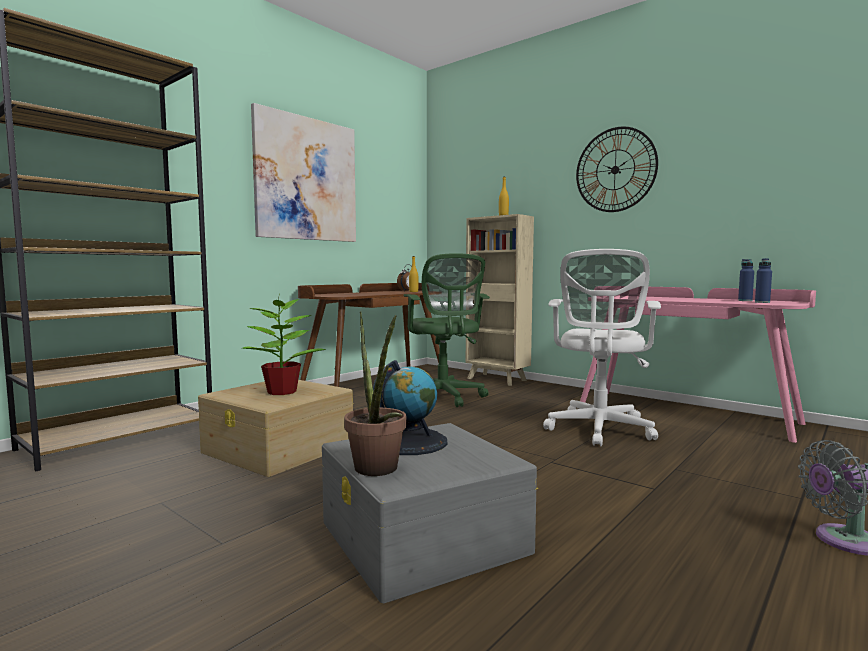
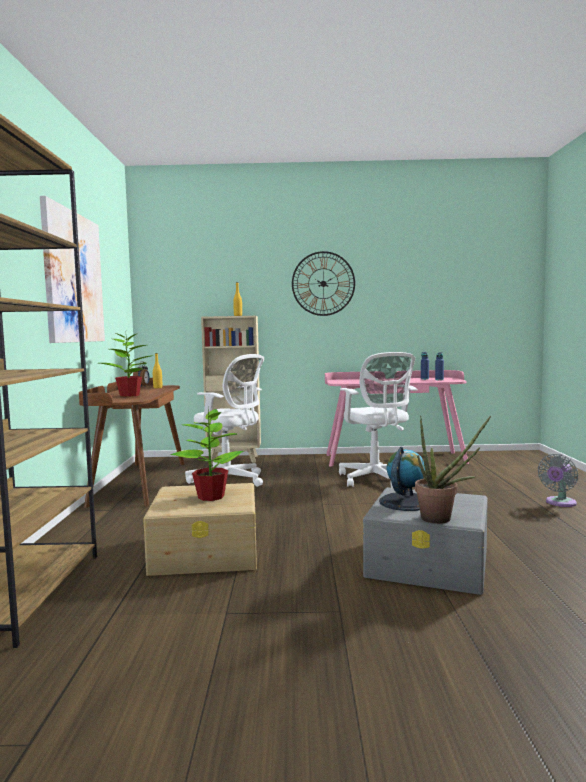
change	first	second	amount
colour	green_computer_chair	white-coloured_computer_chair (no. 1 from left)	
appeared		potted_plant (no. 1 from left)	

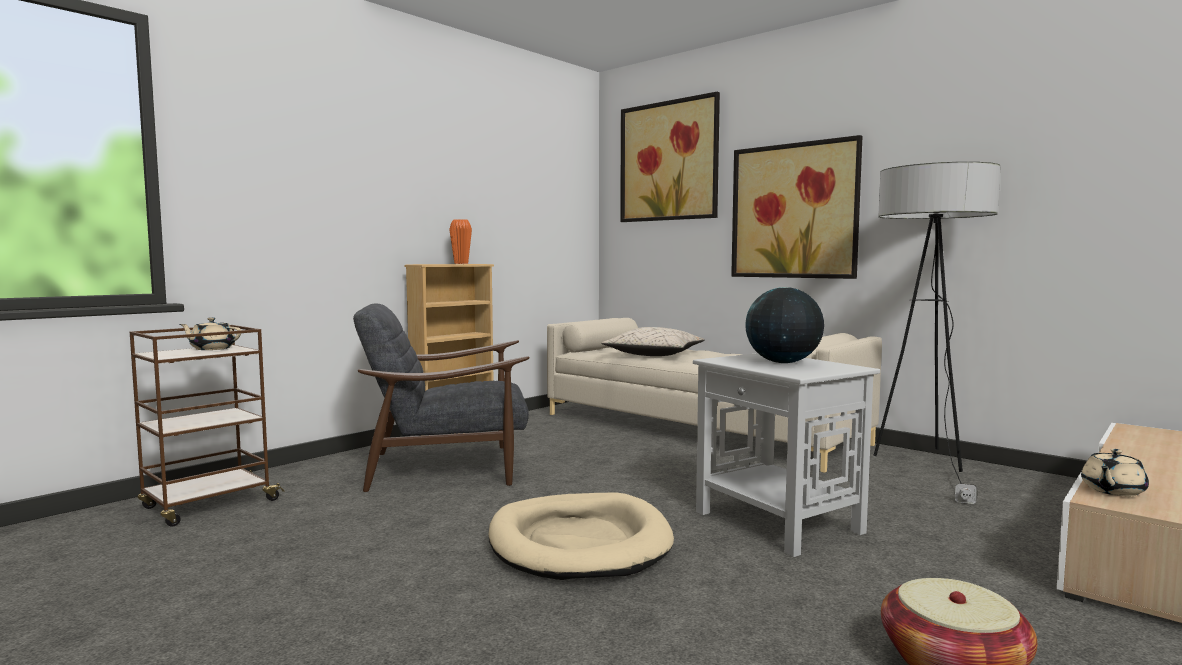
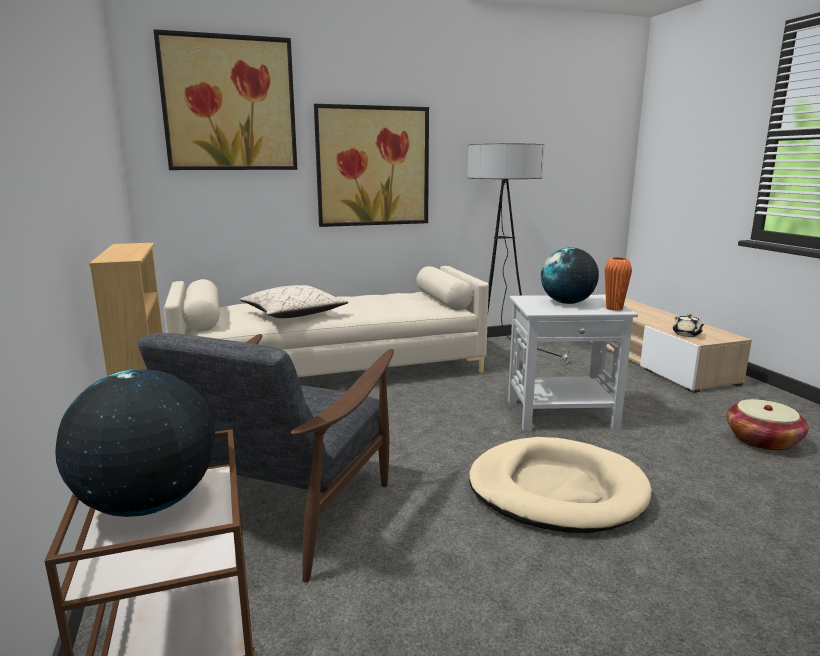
change	first	second	amount
relocated	orange_vase		
exchanged	beige_tea_pot (no. 1 from left)	globe (no. 1 from left)	

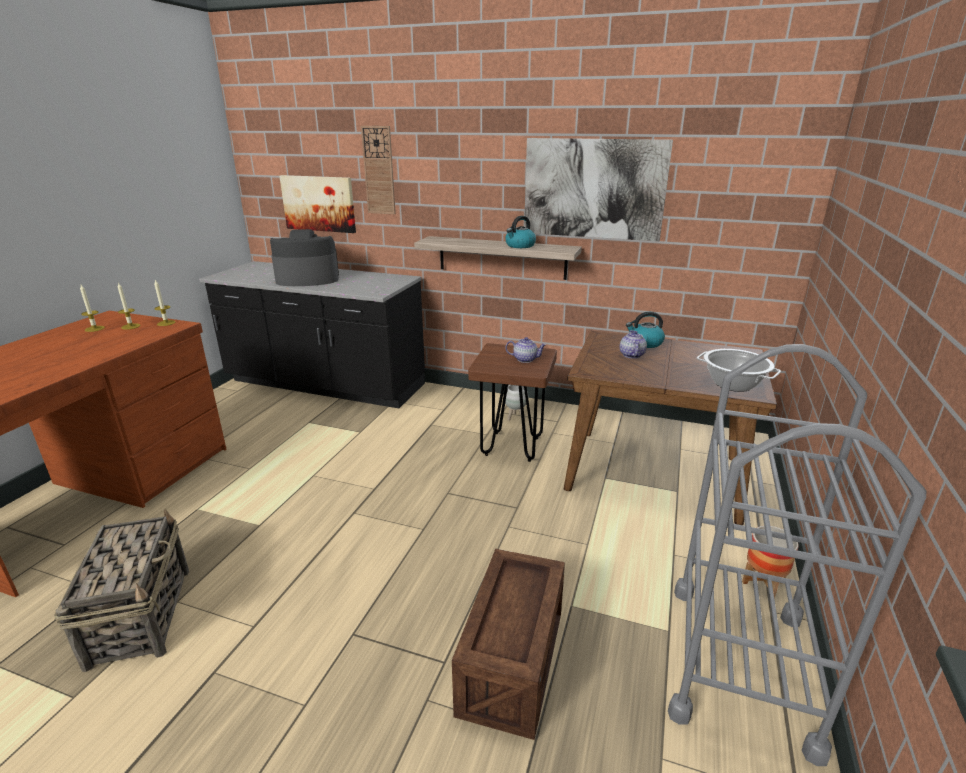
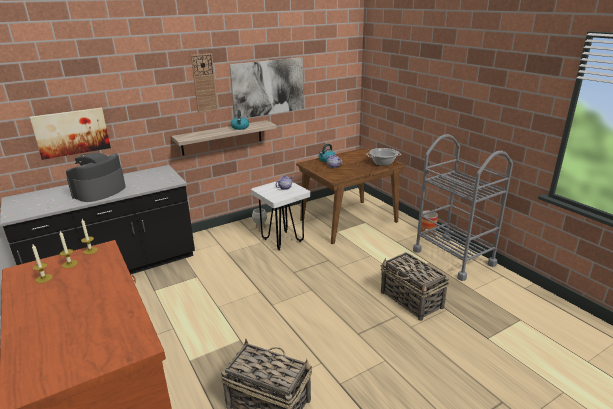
change	first	second	amount
relocated	clock_on_the_wall		
colour	brownish_stool	white-coloured_stool	
exchanged	crate	storage_basket (no. 2 from left)	

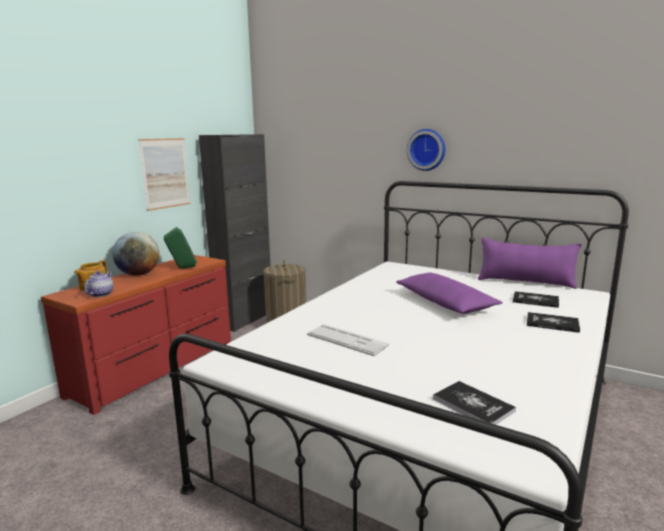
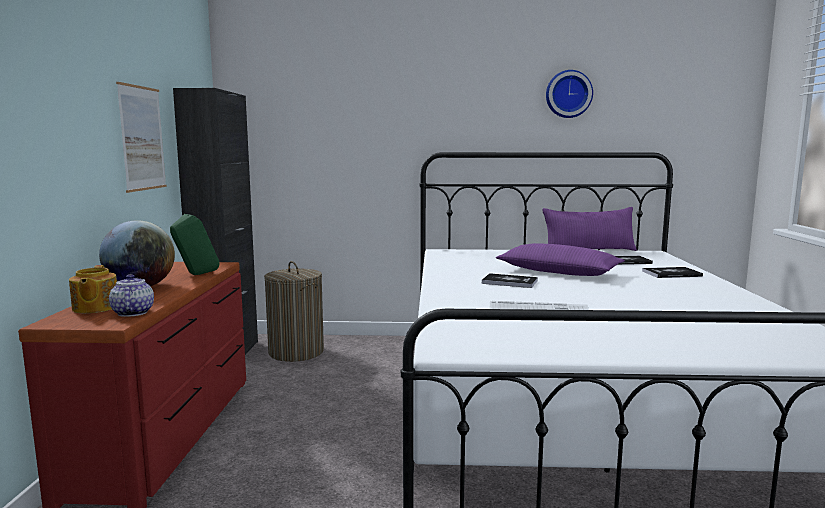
change	first	second	amount
relocated	clock_on_the_wall		
relocated	bound_book (no. 1 from left)		

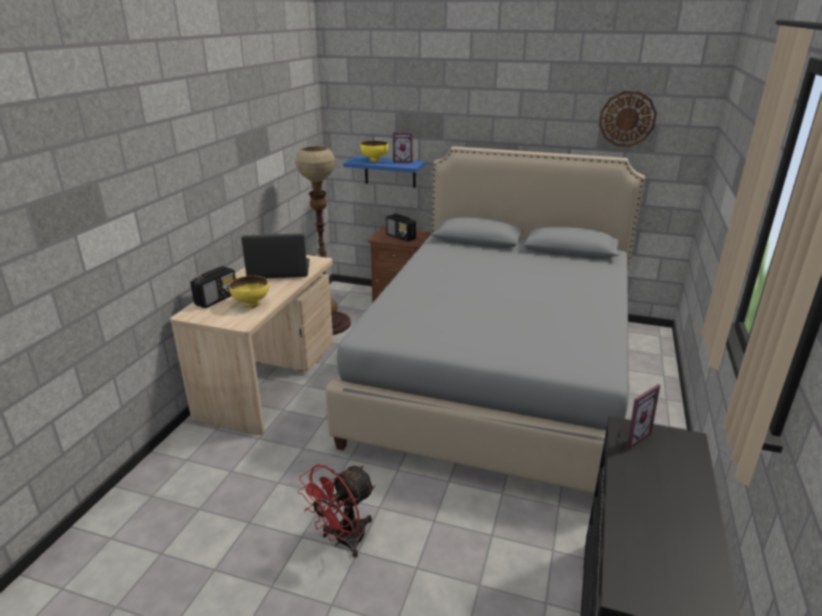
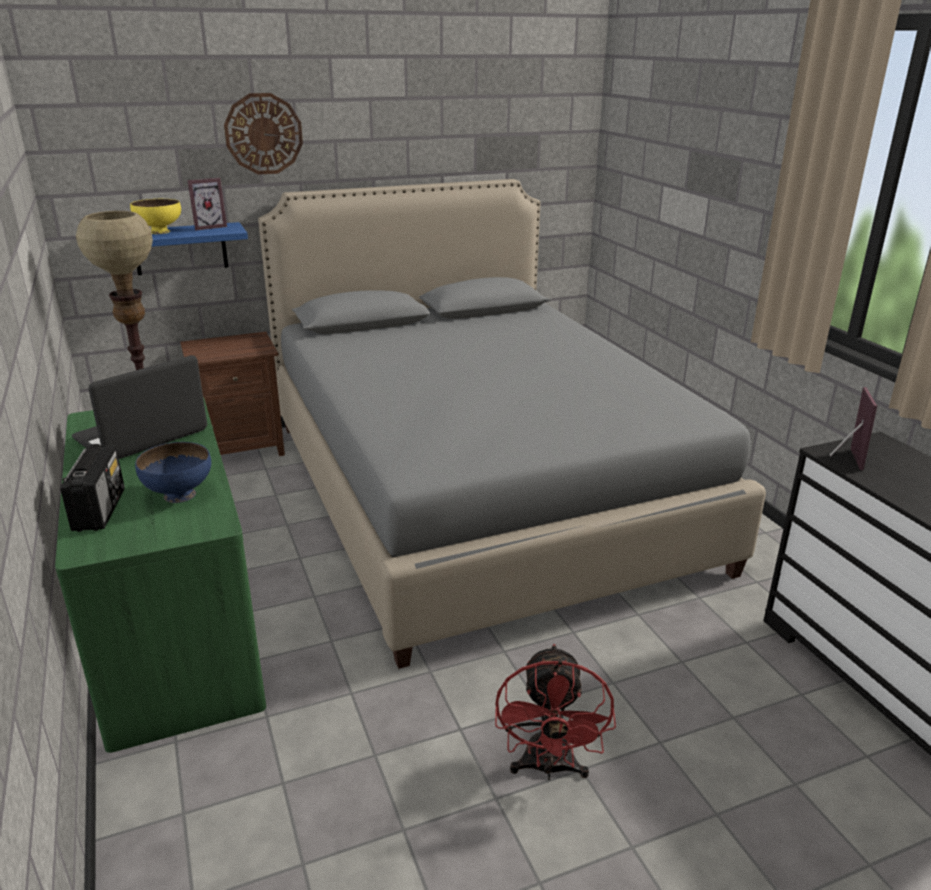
change	first	second	amount
relocated	clock_on_the_wall		
missing	radio_set (no. 2 from left)		
colour	beige_desk	green_desk	
colour	yellowish_deep_dish (no. 1 from left)	bluish_deep_dish	

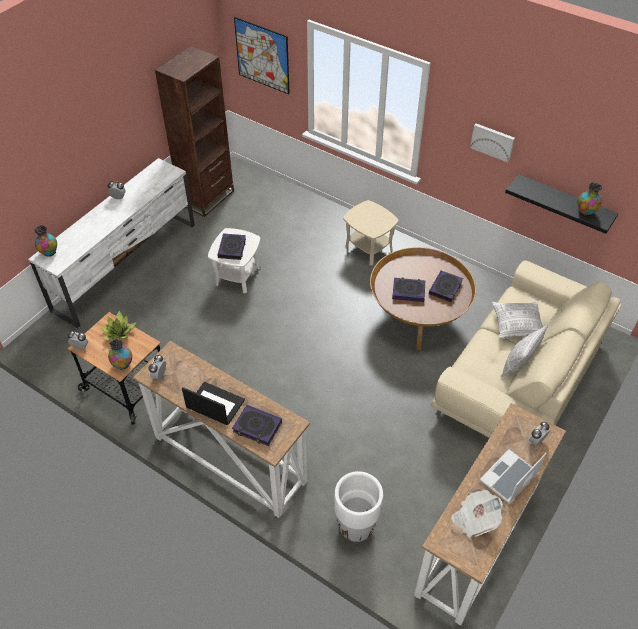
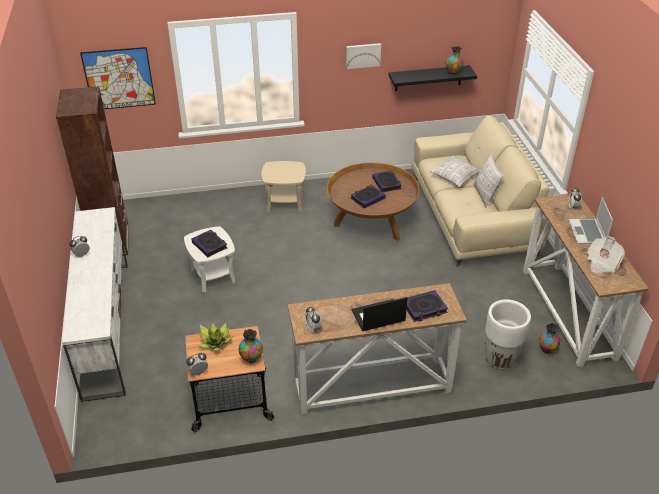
change	first	second	amount
relocated	vase (no. 1 from left in the first image)	vase (no. 3 from left)	

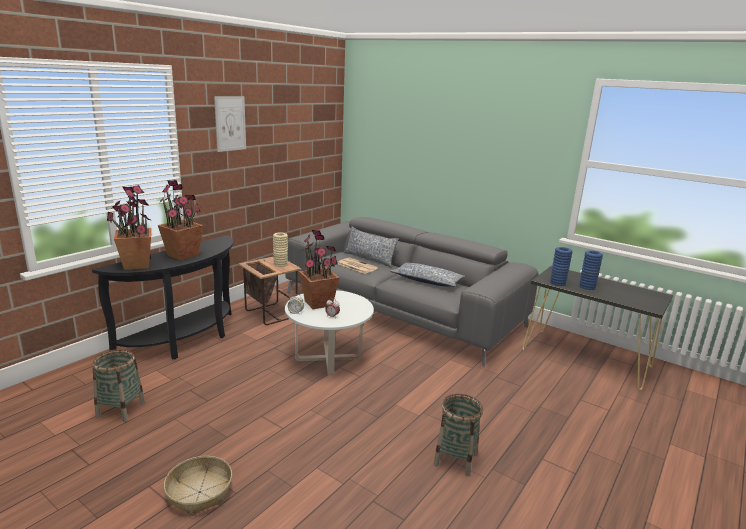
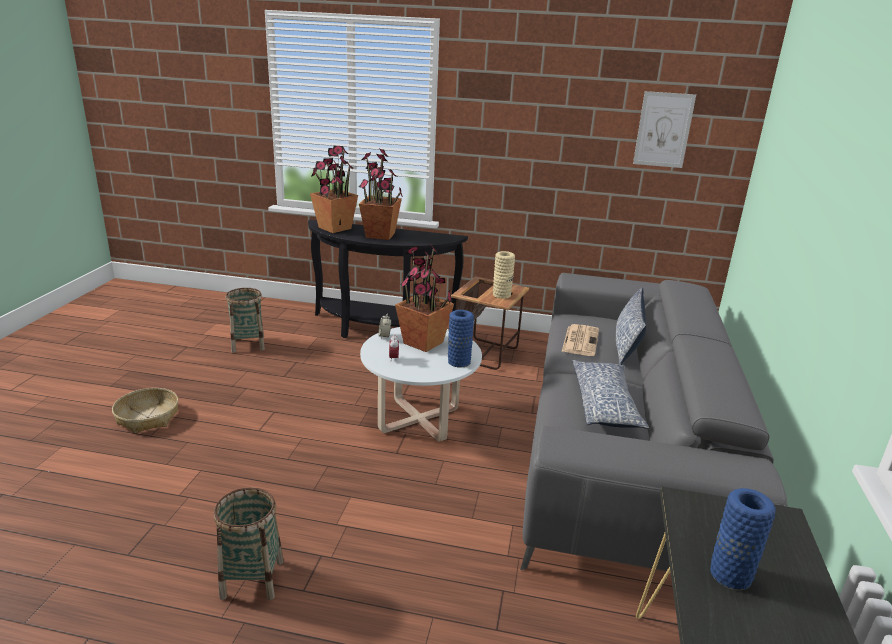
change	first	second	amount
relocated	wall_picture		
relocated	bluish_vase (no. 1 from left)		

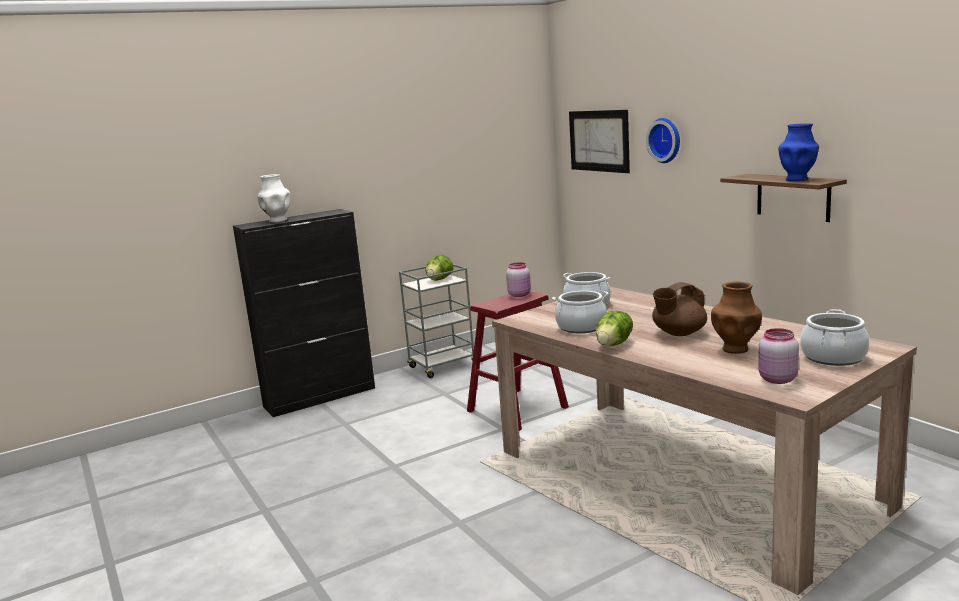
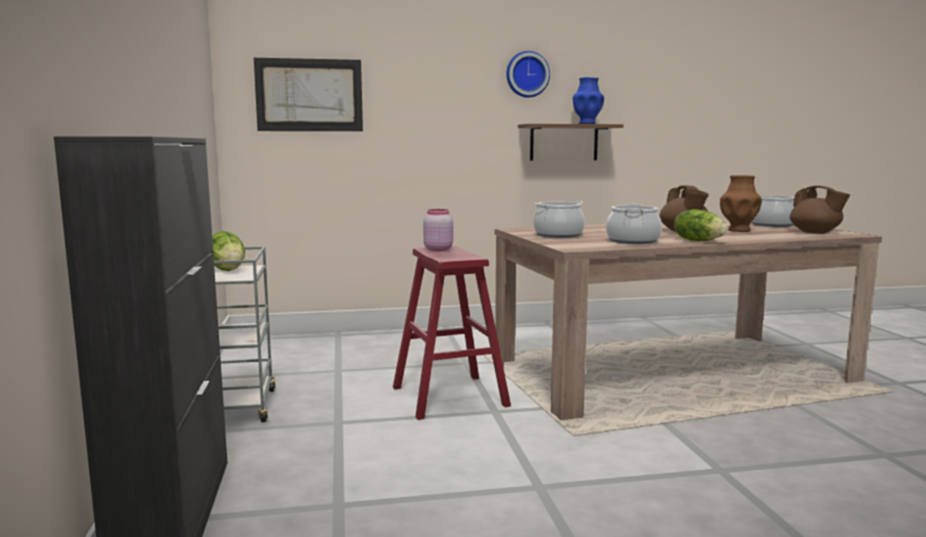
change	first	second	amount
relocated	clock_on_the_wall		
missing	white-coloured_vase		
exchanged	pink_storage_jar (no. 2 from left)	brownish_tea_pot (no. 2 from left)	

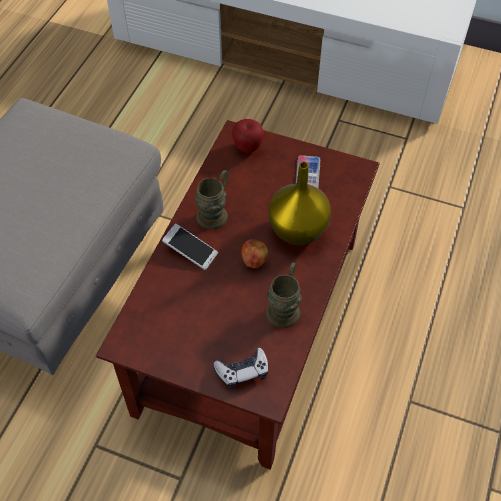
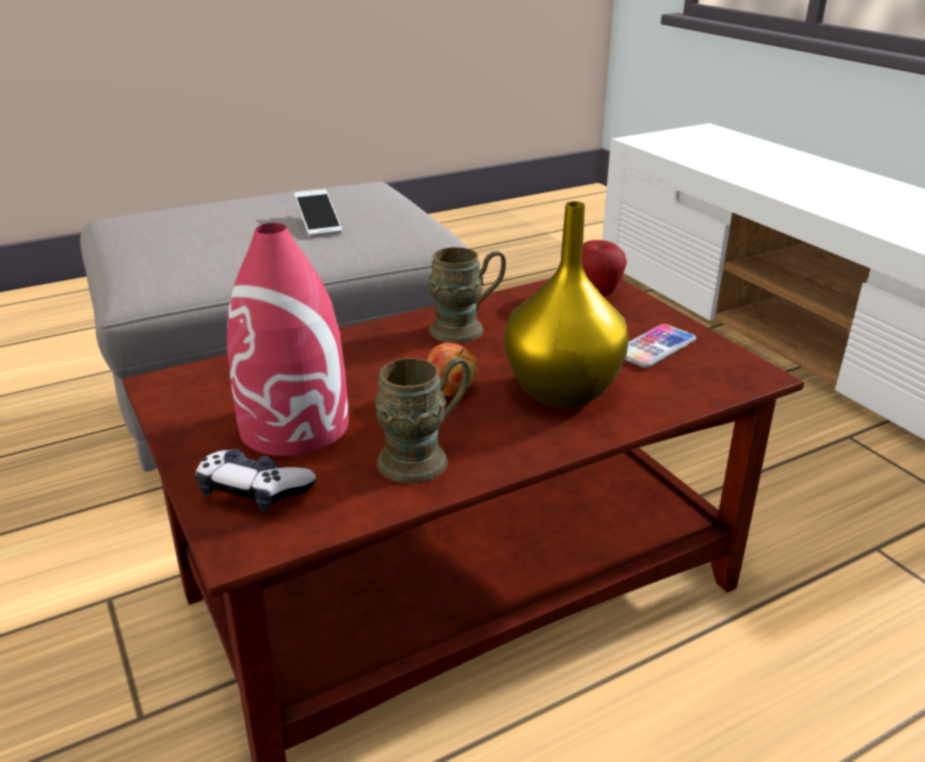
change	first	second	amount
relocated	phone (no. 1 from left)		
appeared		red_vase	

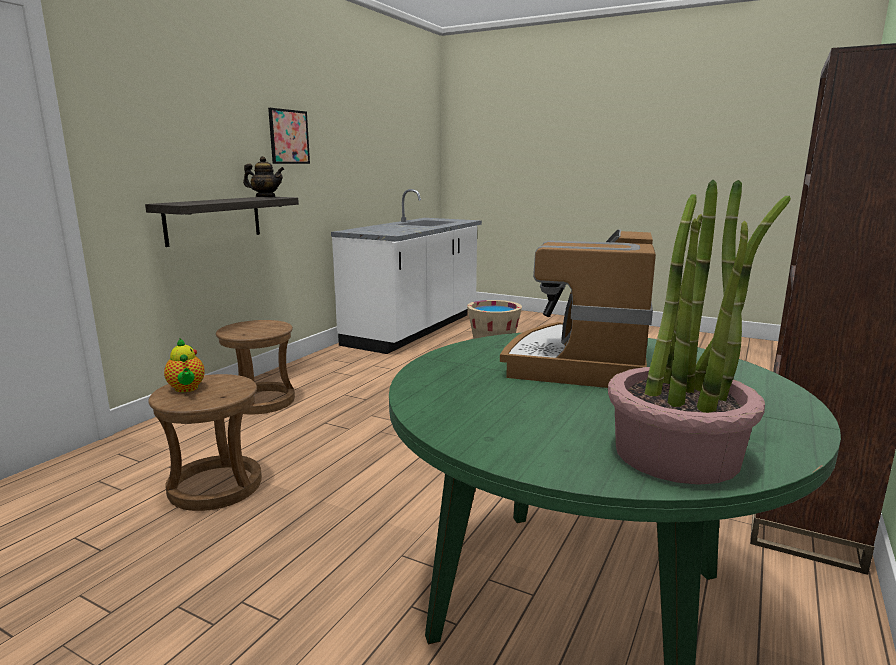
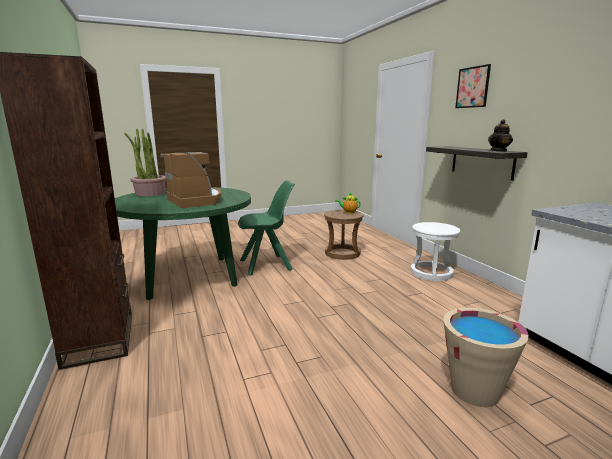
change	first	second	amount
relocated	wall_picture		
colour	brownish_stool (no. 2 from left)	white-coloured_stool	
appeared		green_upright_chair	

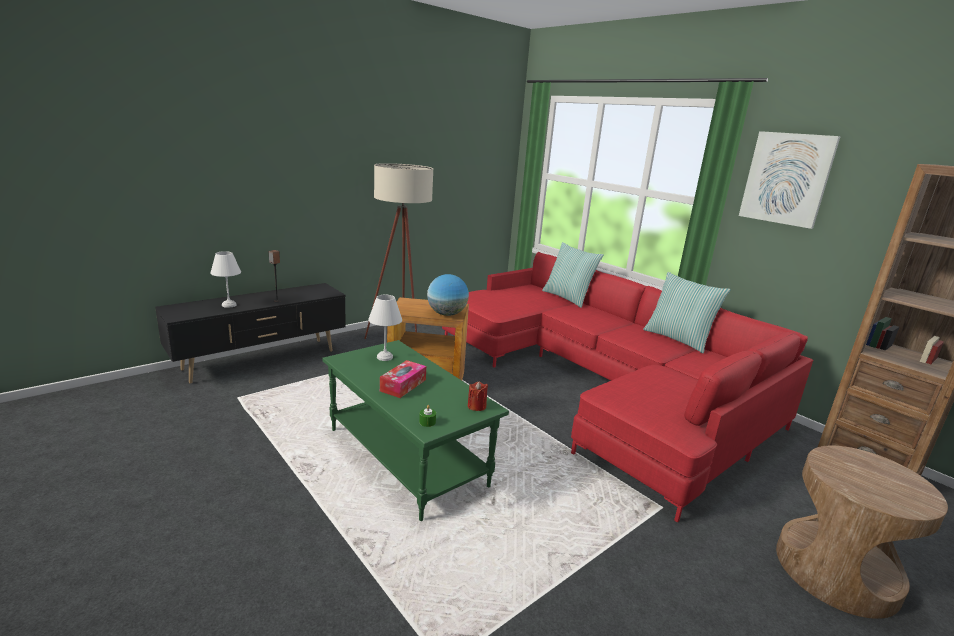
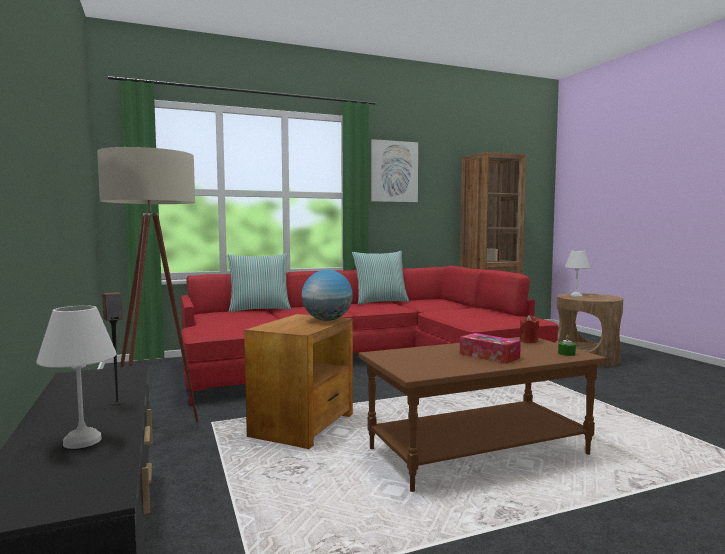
change	first	second	amount
relocated	white-coloured_table_lamp (no. 2 from left)		
colour	green_low_table	brownish_low_table	

